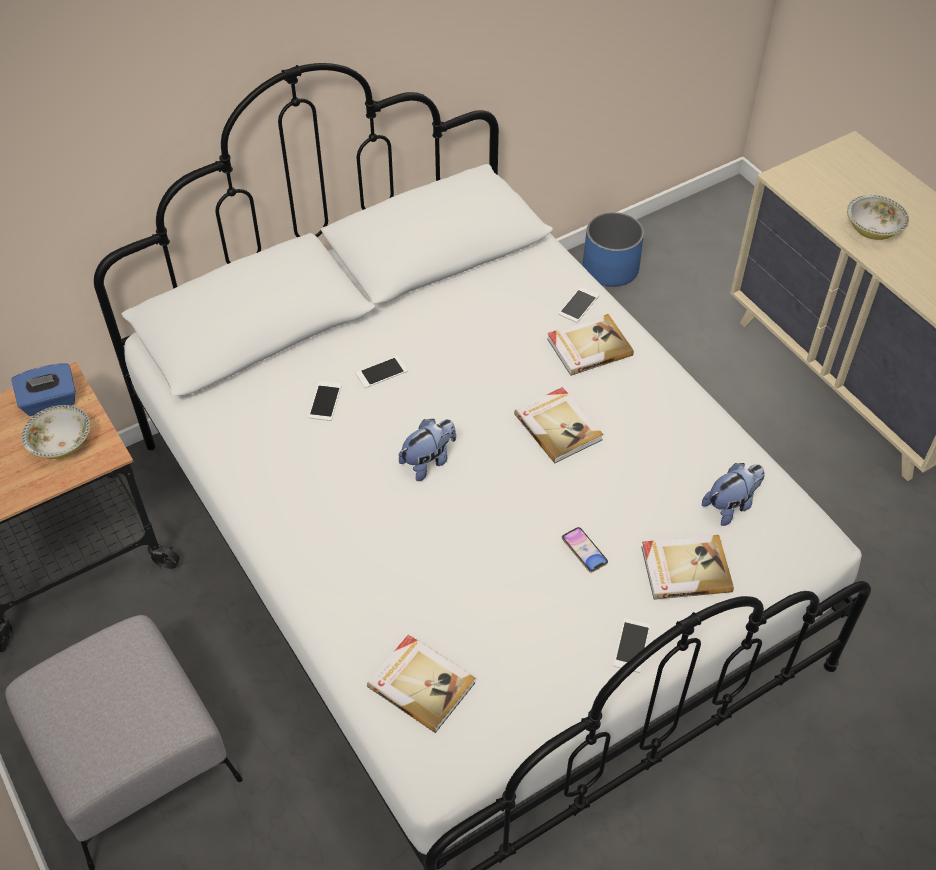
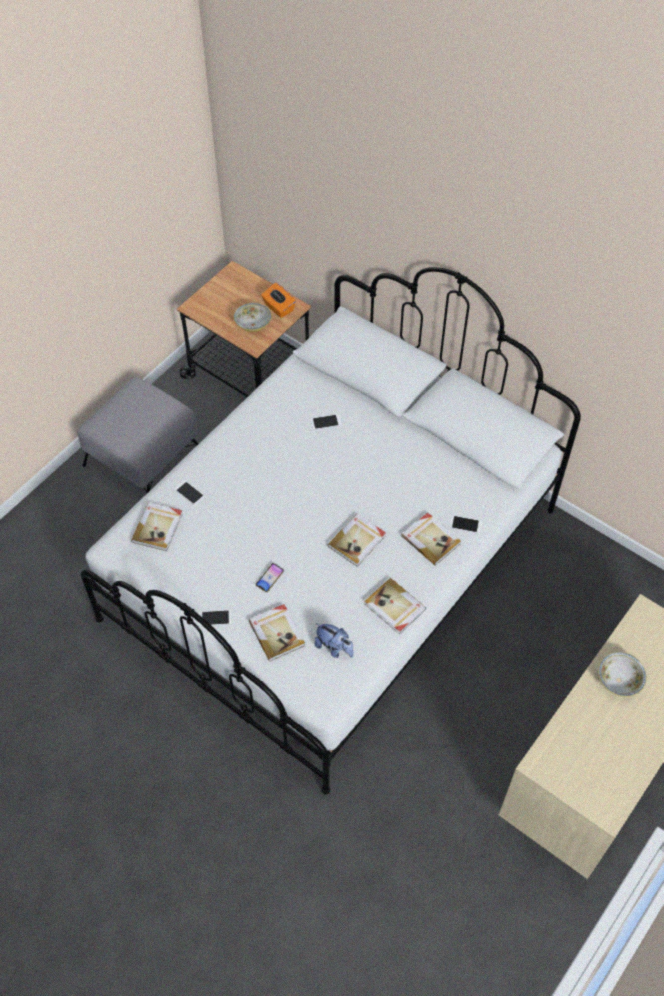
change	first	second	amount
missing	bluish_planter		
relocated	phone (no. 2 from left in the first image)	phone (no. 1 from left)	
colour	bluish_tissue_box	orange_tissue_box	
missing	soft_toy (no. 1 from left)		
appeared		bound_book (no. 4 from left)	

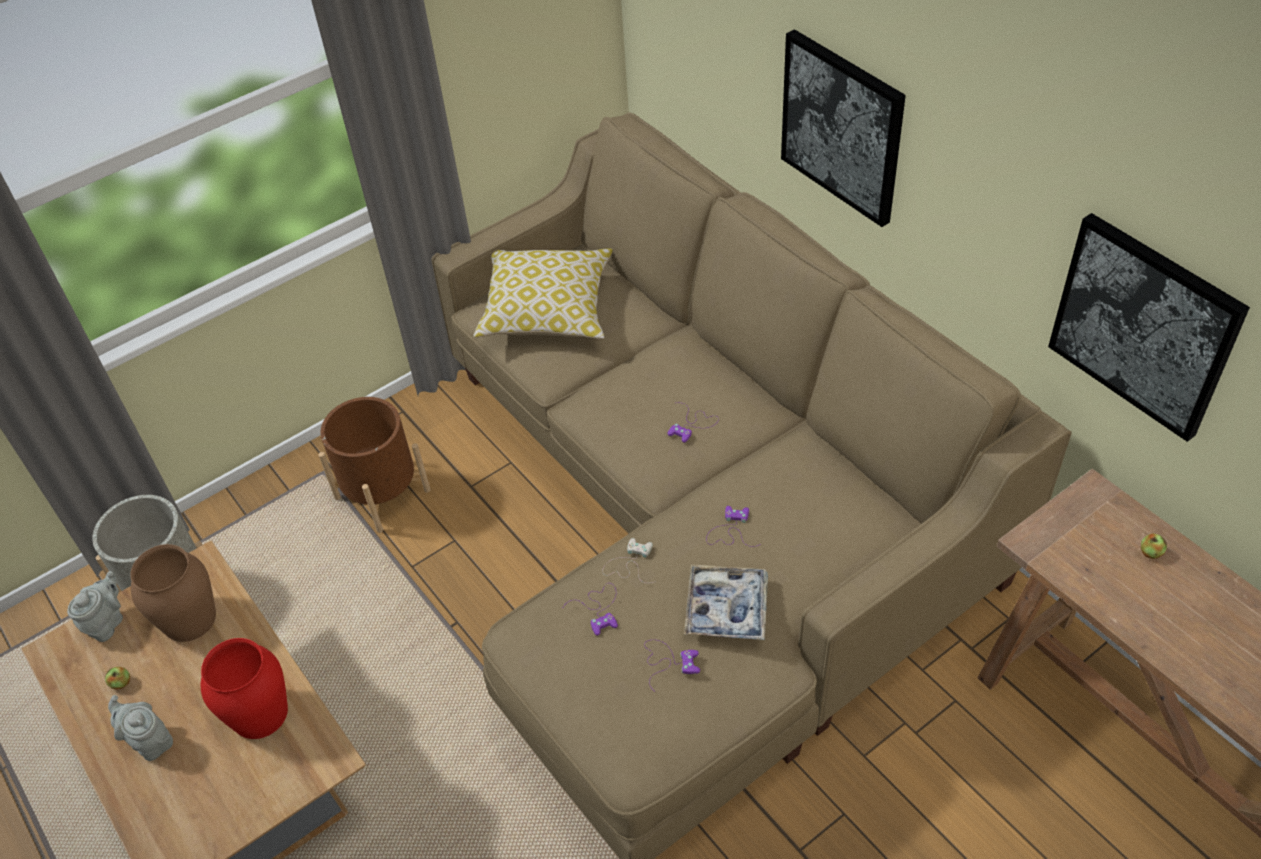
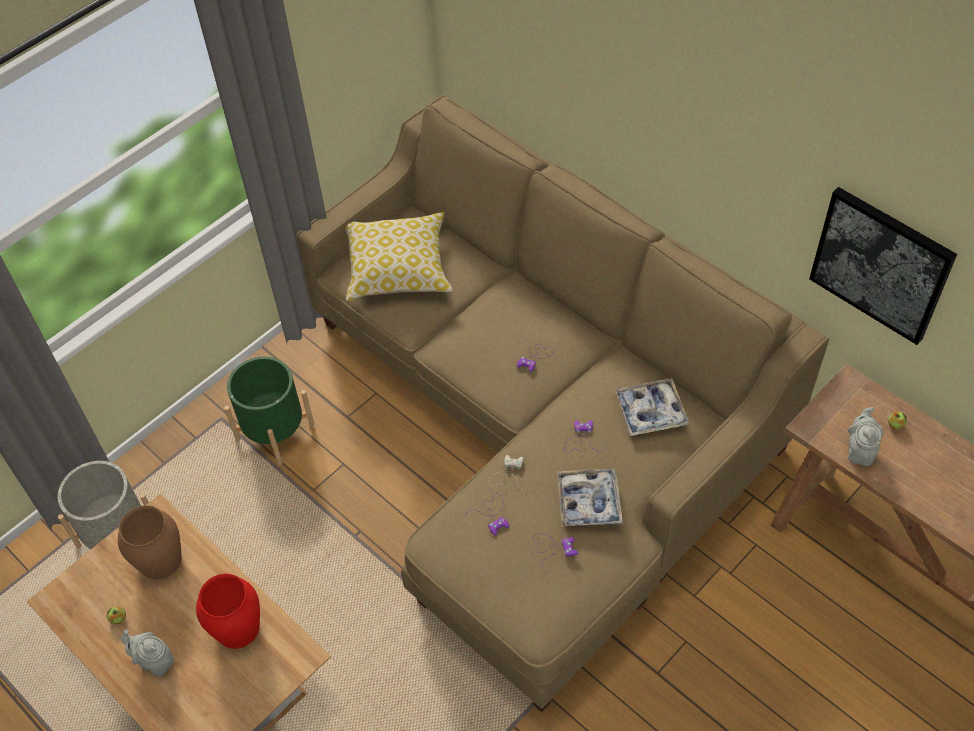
change	first	second	amount
missing	wall_picture (no. 1 from left)		
colour	brownish_planter	green_planter	
relocated	grey_tea_pot (no. 1 from left in the first image)	grey_tea_pot (no. 2 from left)	
appeared		tray (no. 2 from left)	

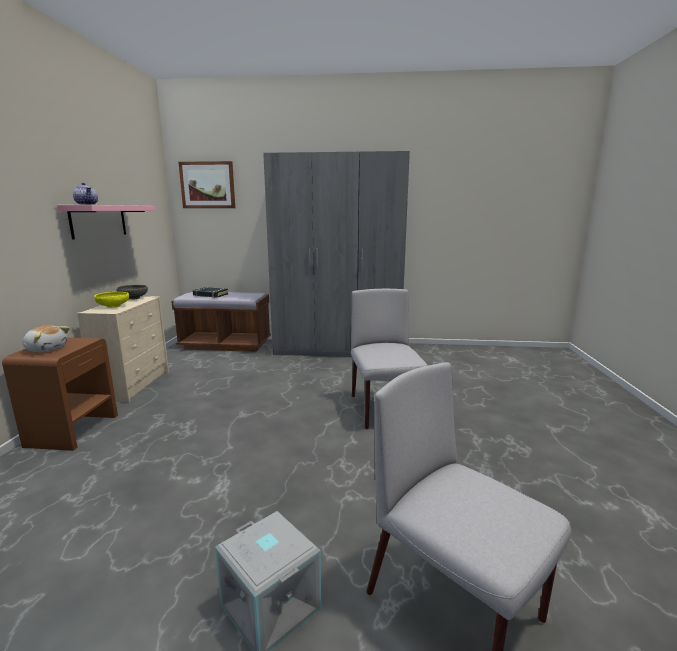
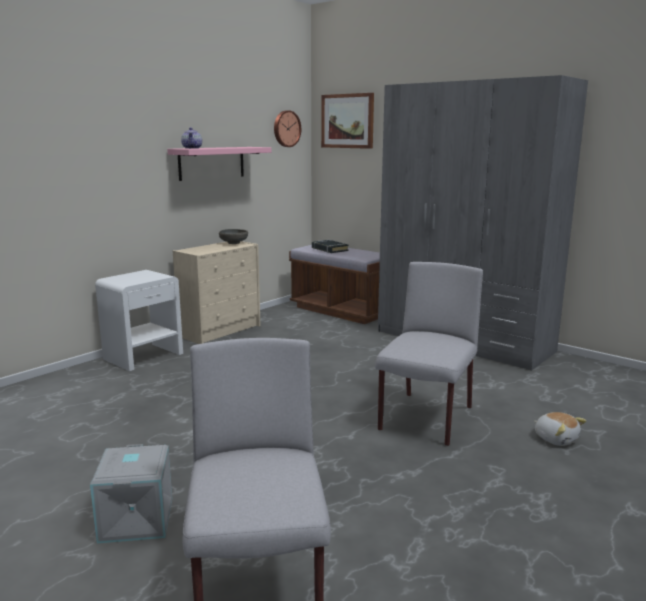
change	first	second	amount
missing	yellowish_deep_dish		
relocated	soft_toy		
colour	brownish_nightstand	white-coloured_nightstand	
appeared		clock_on_the_wall	

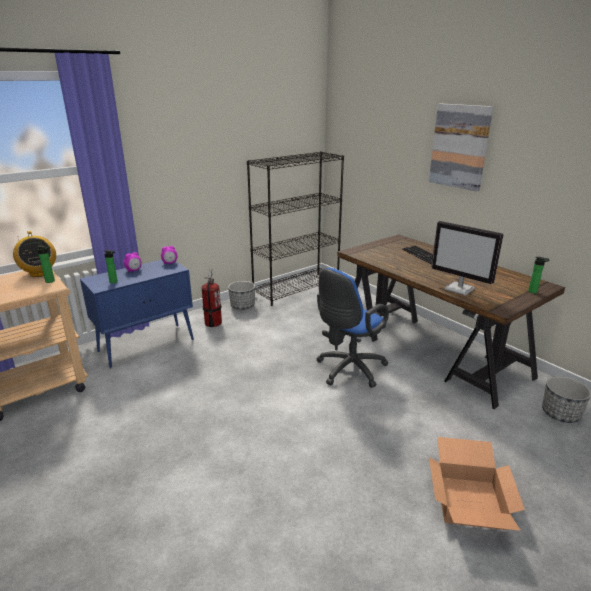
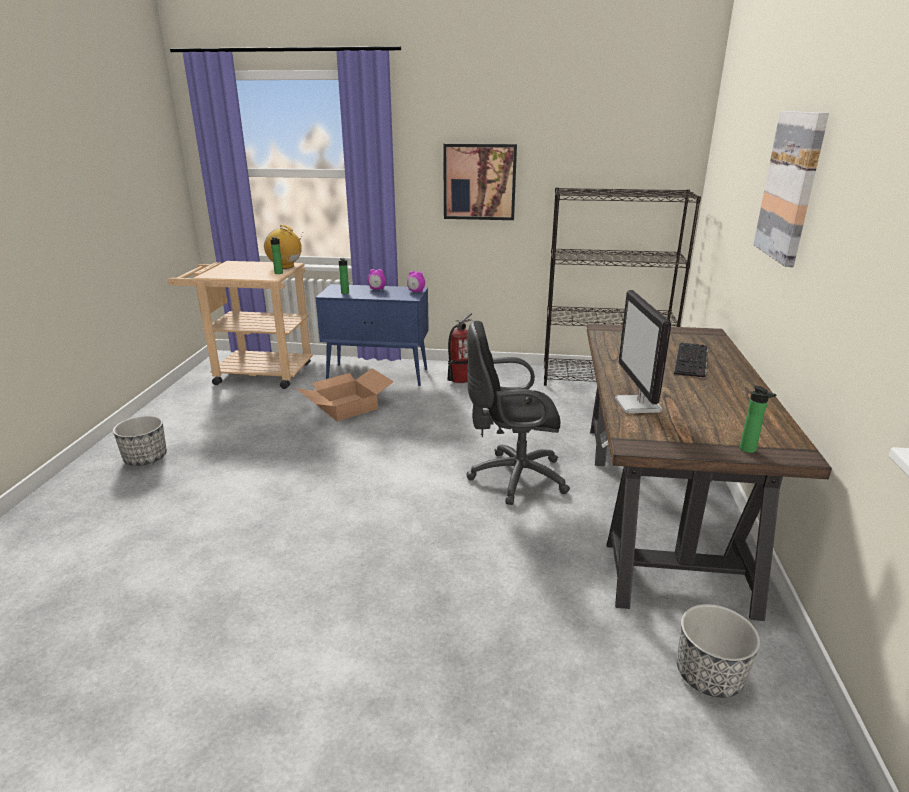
change	first	second	amount
spun	radio_set		105 degrees clockwise
colour	bluish_computer_chair	blackish_computer_chair	
relocated	planter (no. 1 from left)		
relocated	packing_box		
appeared		wall_picture (no. 1 from left)	

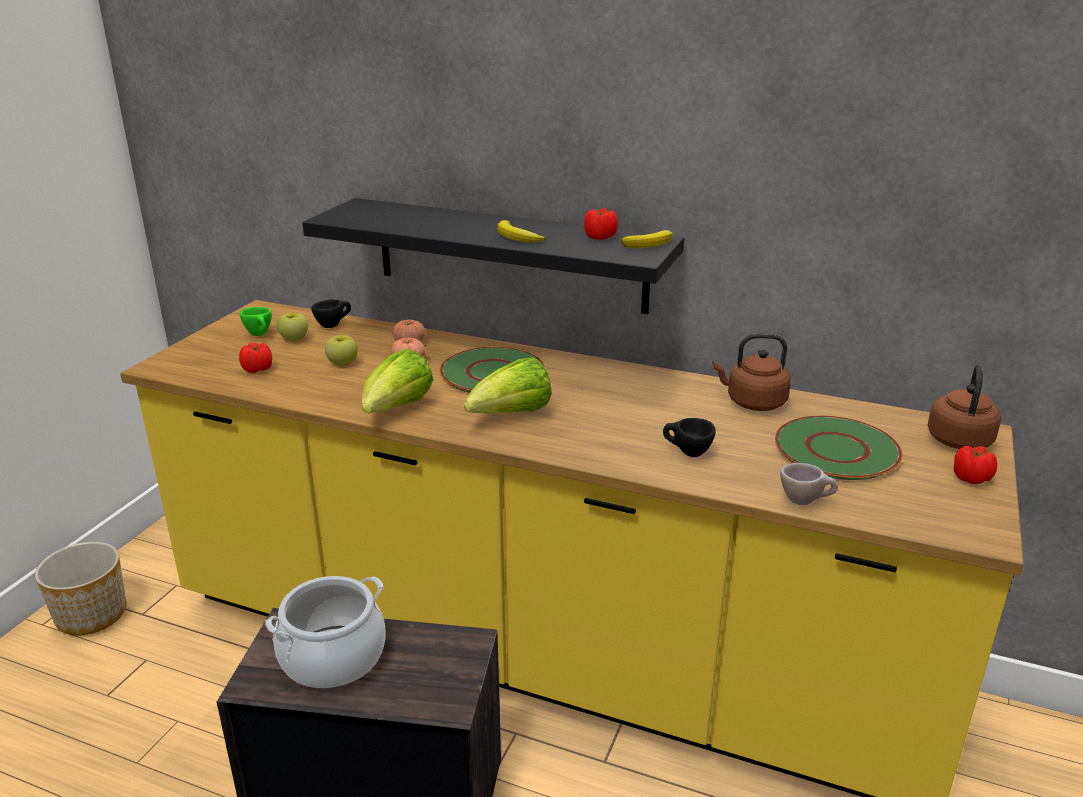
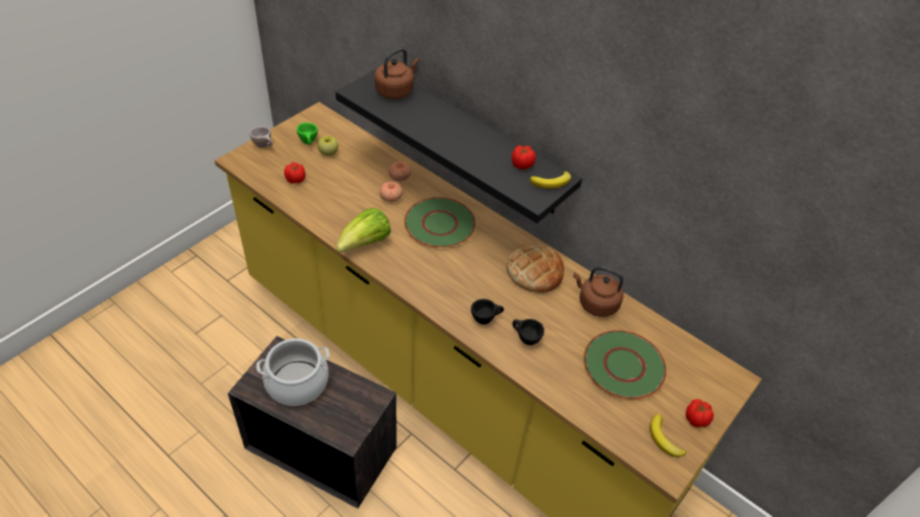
change	first	second	amount
relocated	banana (no. 1 from left in the first image)	banana (no. 2 from left)	
relocated	blackish_drinking_cup (no. 1 from left)		
missing	whole_apple (no. 2 from left)		
missing	head_of_lettuce (no. 2 from left)		
relocated	brownish_tea_kettle (no. 2 from left in the first image)	brownish_tea_kettle (no. 1 from left)	
relocated	beige_drinking_cup		
missing	planter		
appeared		baked_bread	

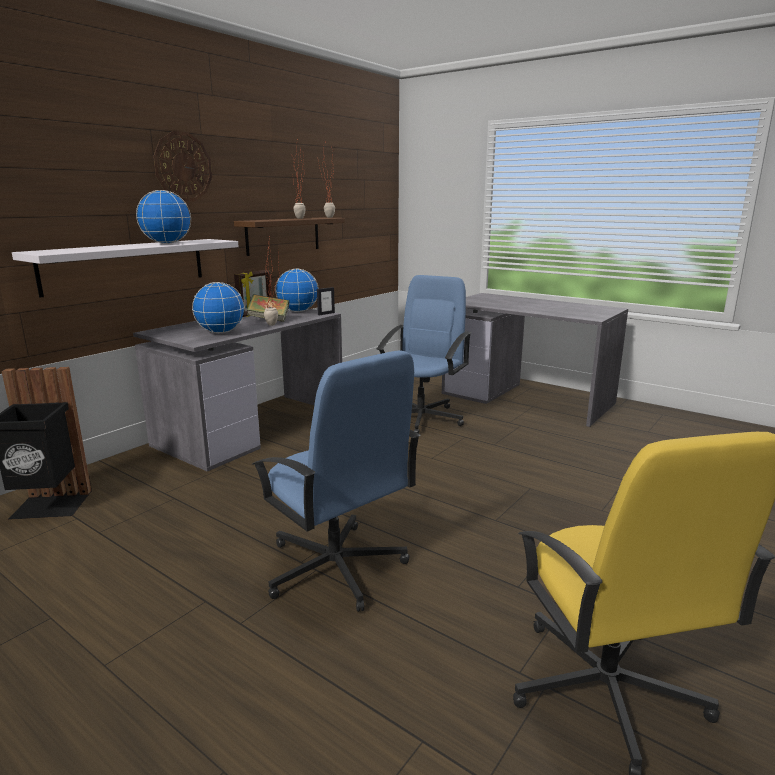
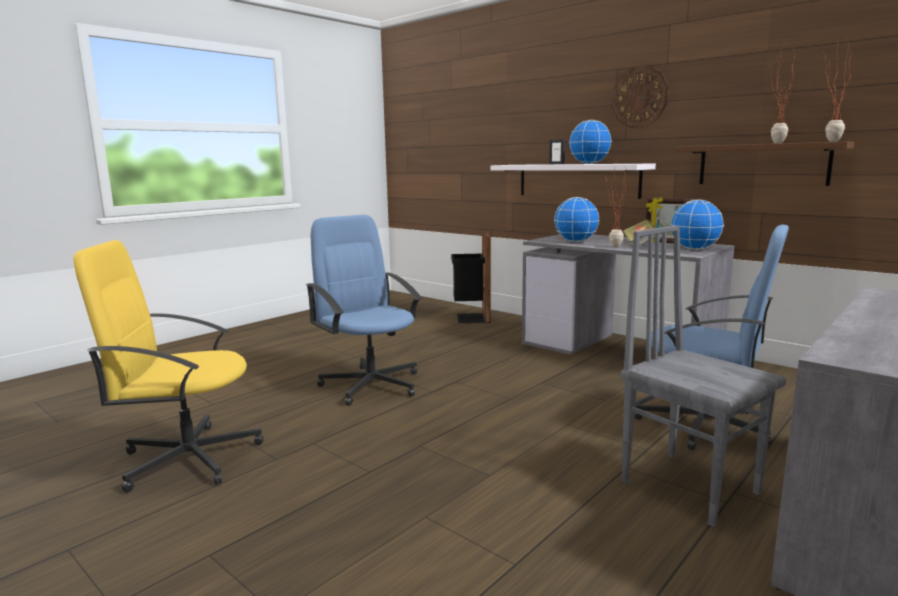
change	first	second	amount
relocated	photo_frame (no. 2 from left in the first image)	photo_frame (no. 1 from left)	
spun	bluish_computer_chair (no. 1 from left)		90 degrees clockwise
appeared		grey_upright_chair	

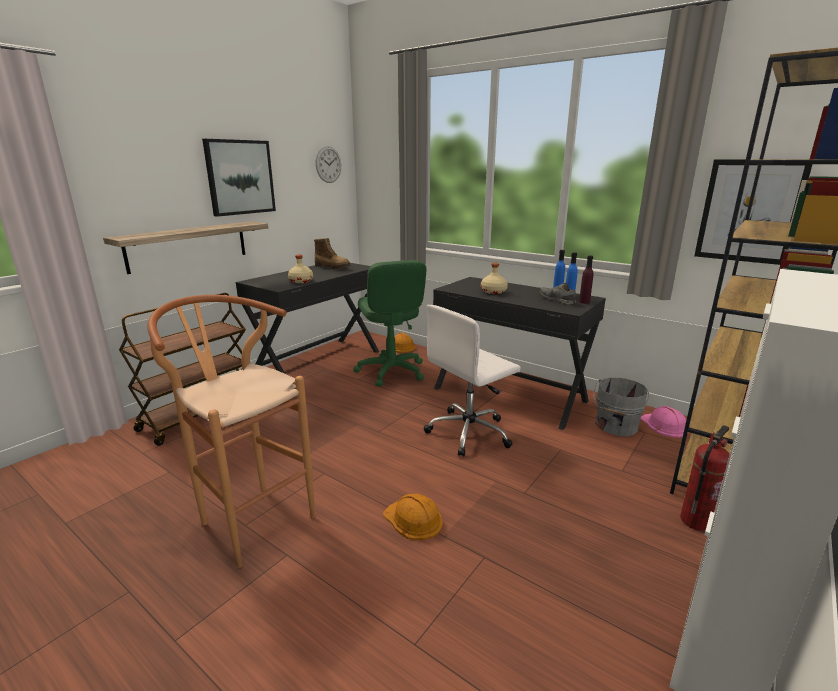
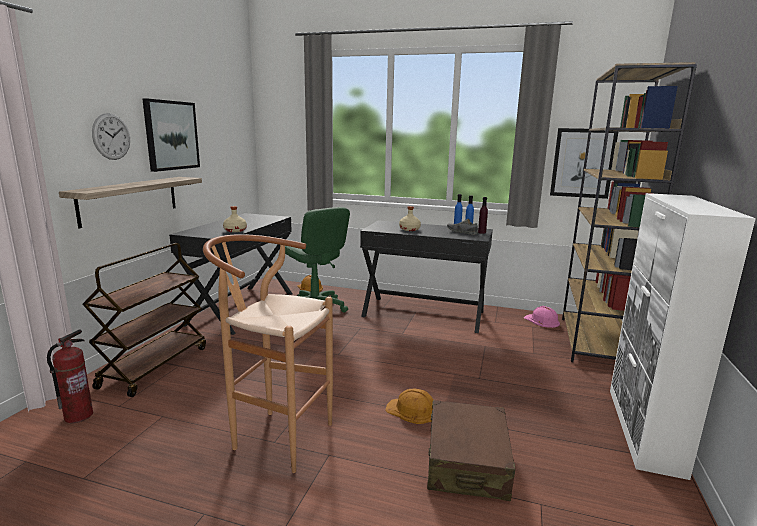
change	first	second	amount
relocated	clock_on_the_wall		
missing	tall_boot		
missing	white-coloured_computer_chair		
missing	grey_pail		
relocated	fire-fighting_cylinder		
appeared		brownish_suitcase	

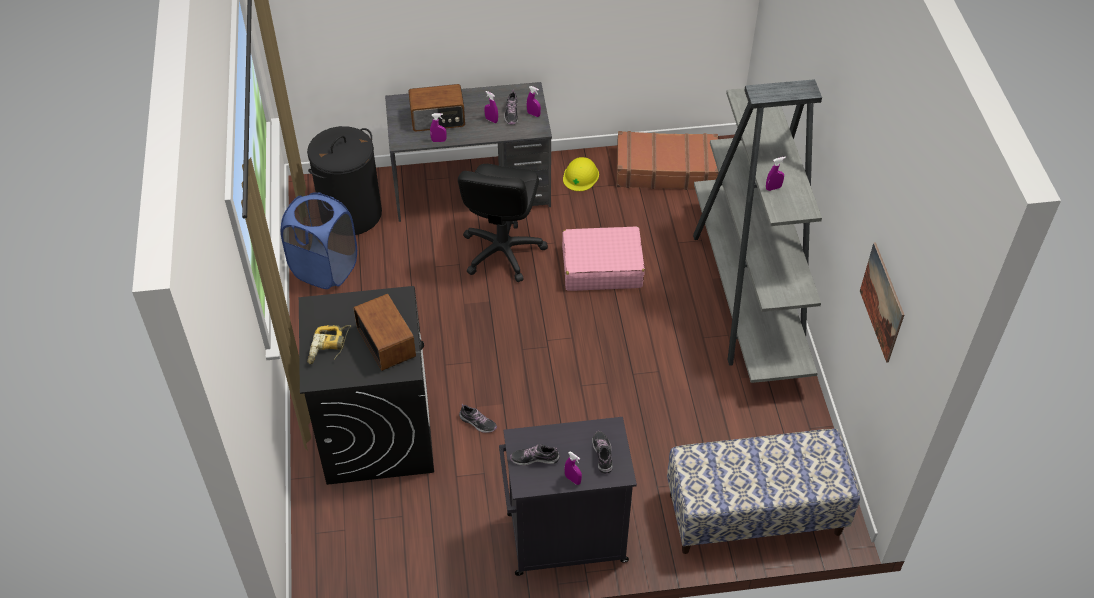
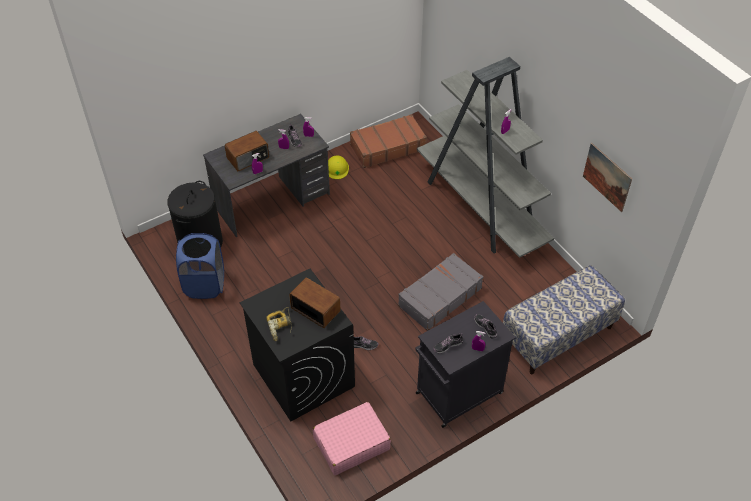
change	first	second	amount
missing	blackish_computer_chair		
relocated	pink_suitcase		
appeared		grey_suitcase	

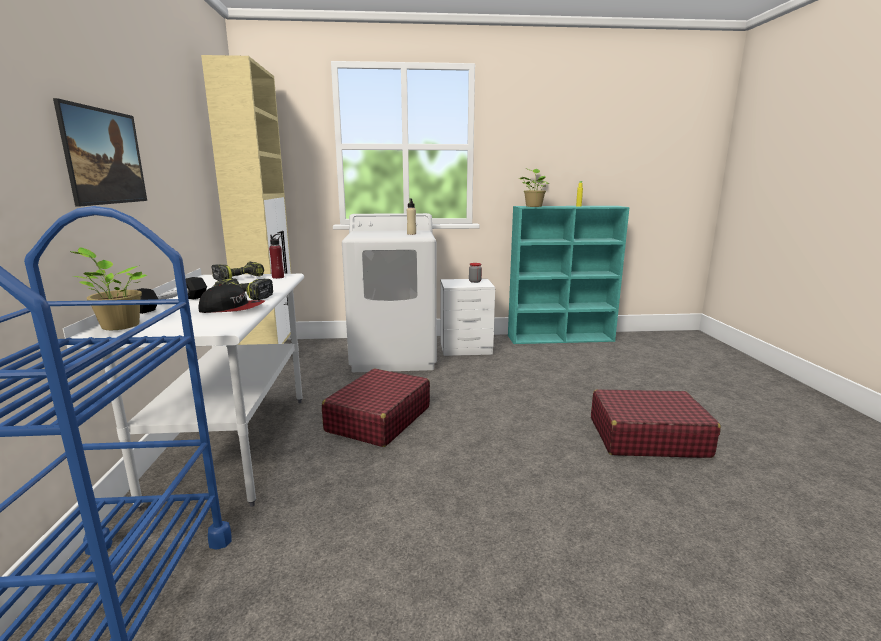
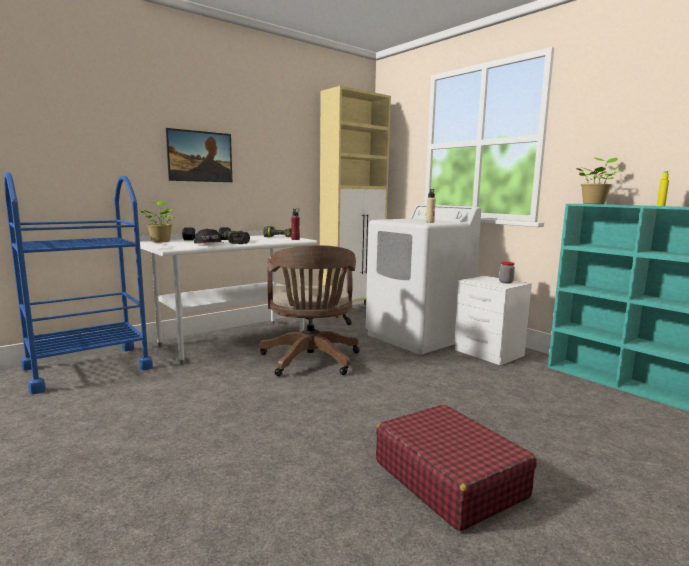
change	first	second	amount
exchanged	red_suitcase (no. 1 from left)	brownish_computer_chair	

